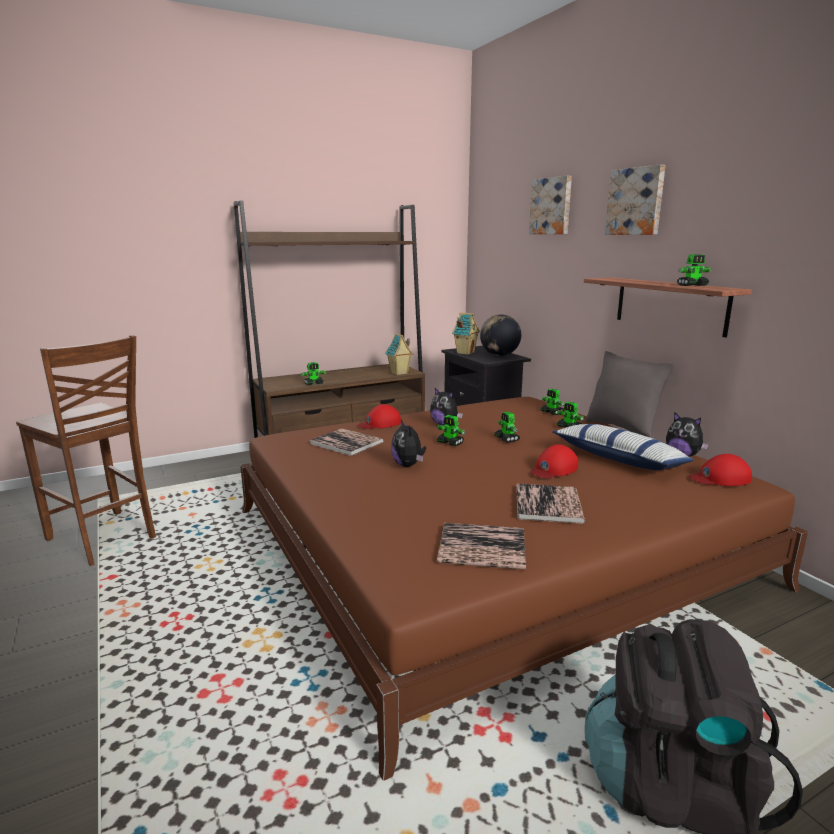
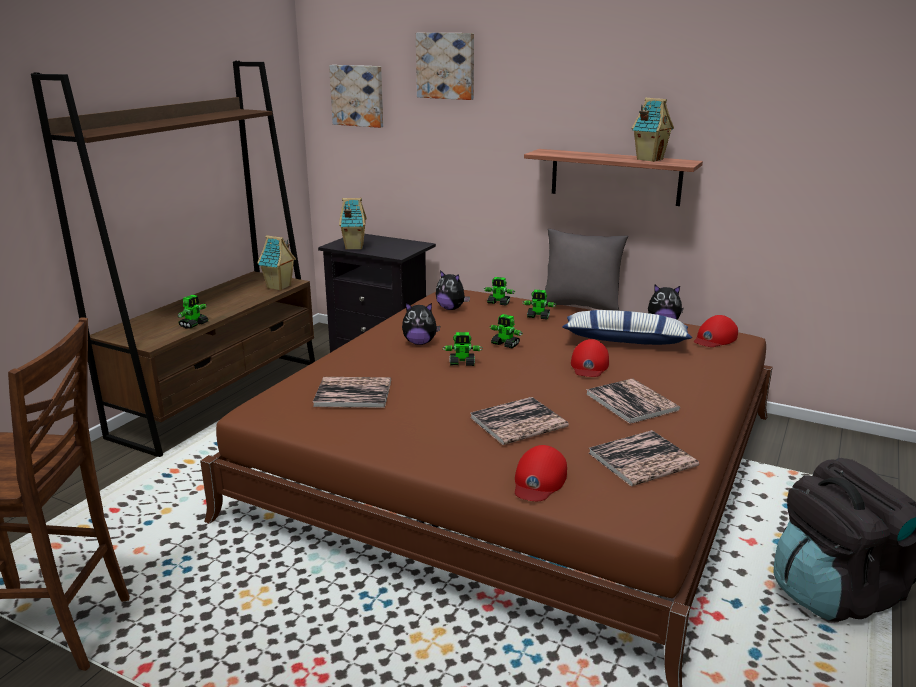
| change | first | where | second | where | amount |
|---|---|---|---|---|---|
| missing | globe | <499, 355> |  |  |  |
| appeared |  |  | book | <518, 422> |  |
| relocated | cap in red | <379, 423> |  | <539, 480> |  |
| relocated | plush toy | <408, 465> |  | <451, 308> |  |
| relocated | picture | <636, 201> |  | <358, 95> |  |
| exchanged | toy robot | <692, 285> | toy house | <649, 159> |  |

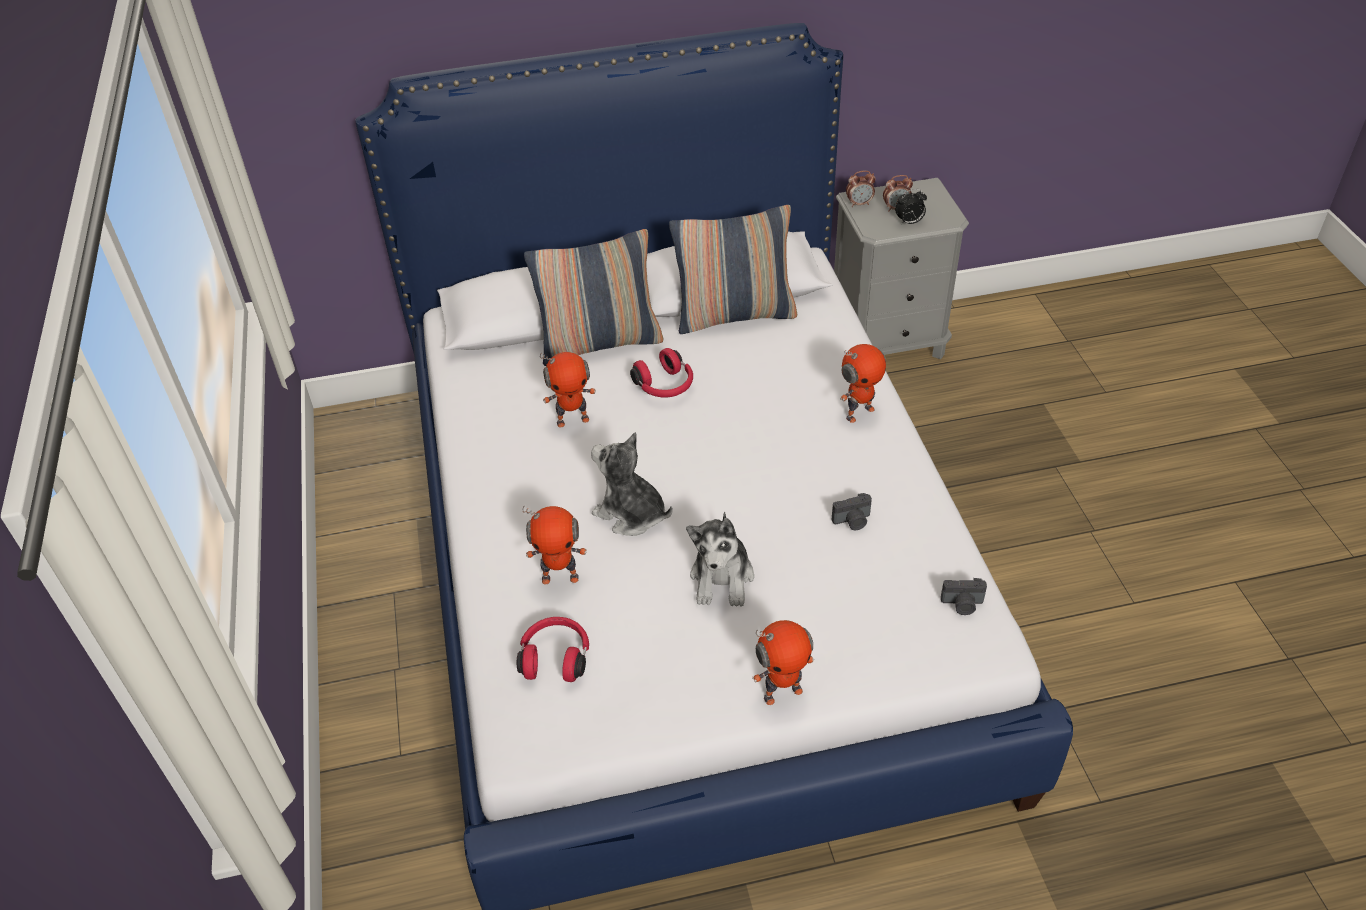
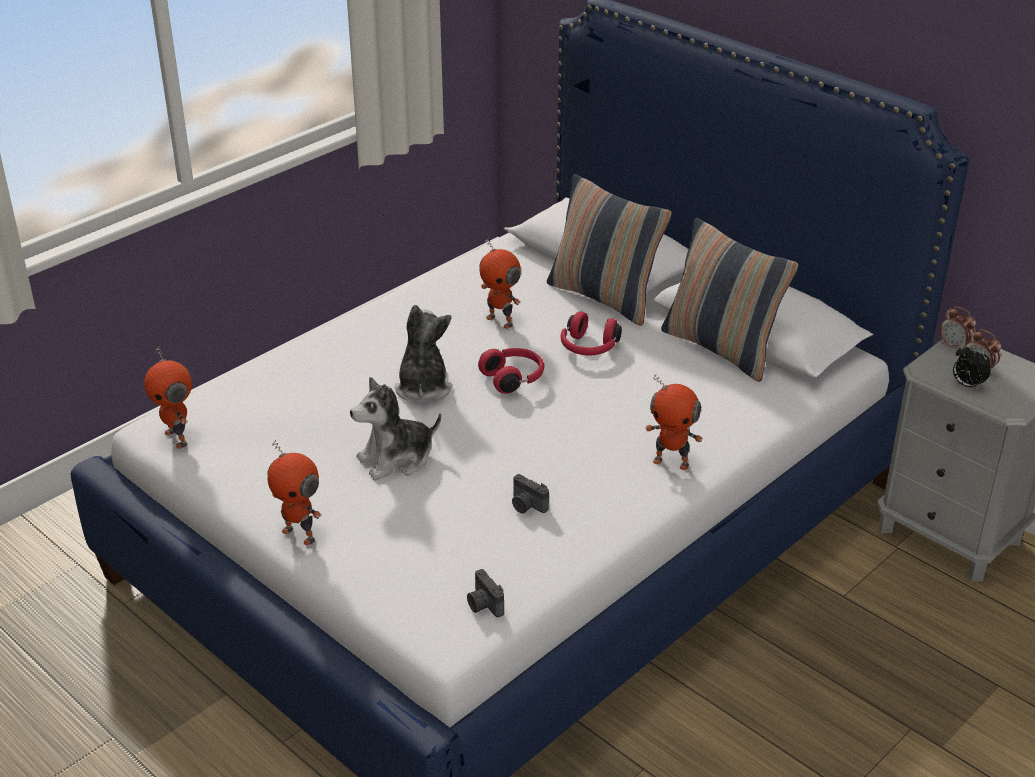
| change | first | where | second | where | amount |
|---|---|---|---|---|---|
| relocated | headphones in red | <555, 657> |  | <514, 378> |  |
| relocated | toy robot | <560, 577> |  | <178, 438> |  |

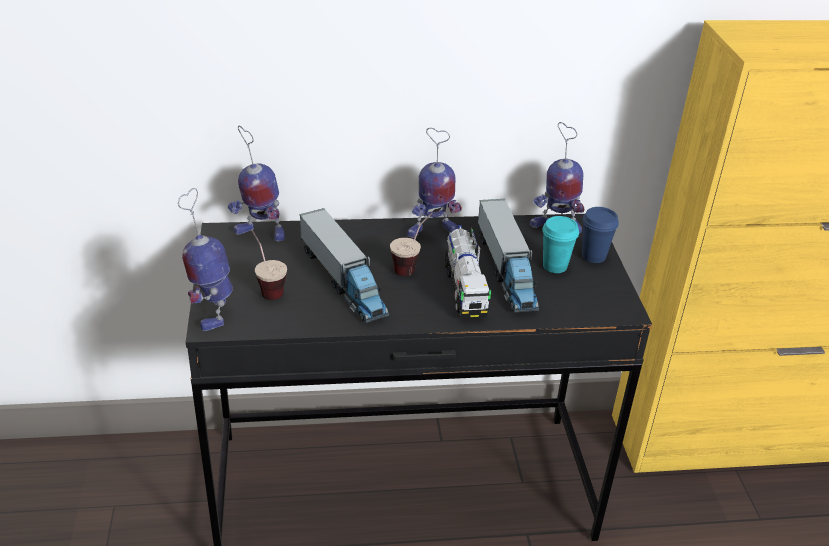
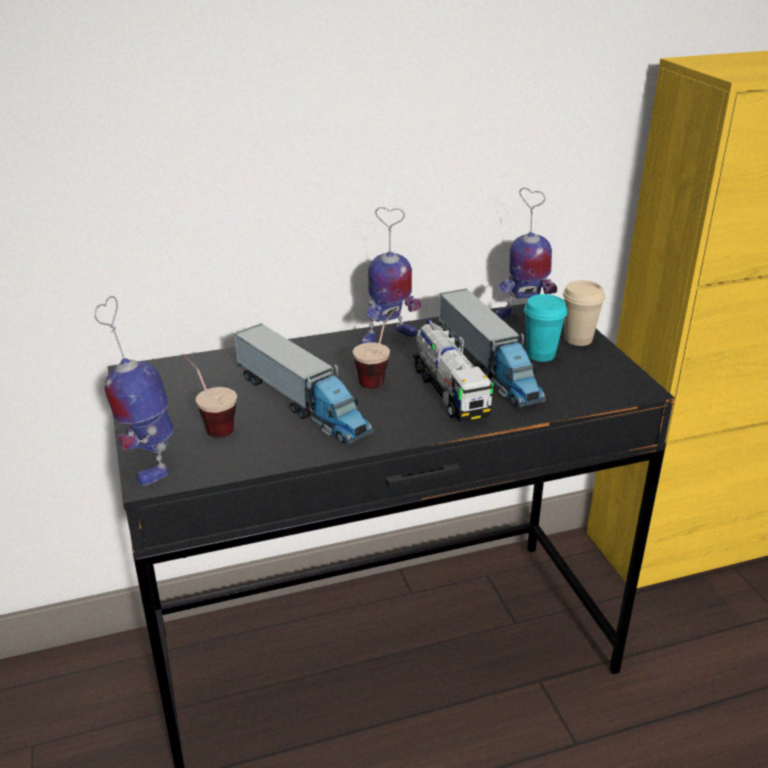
| change | first | where | second | where | amount |
|---|---|---|---|---|---|
| missing | toy robot | <259, 233> |  |  |  |
| colour | cup in blue | <593, 256> | cup in beige | <578, 339> |  |

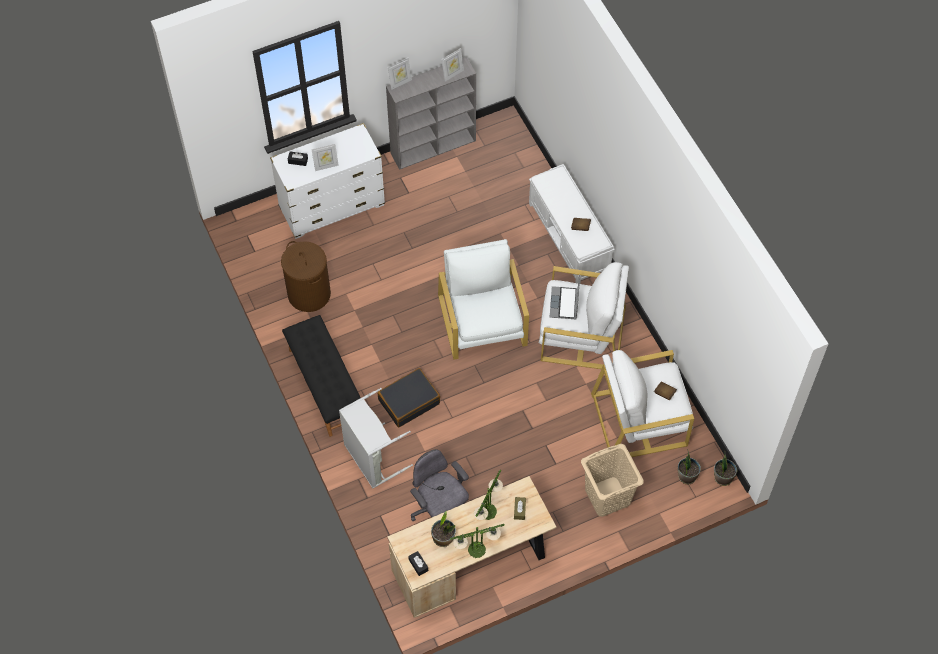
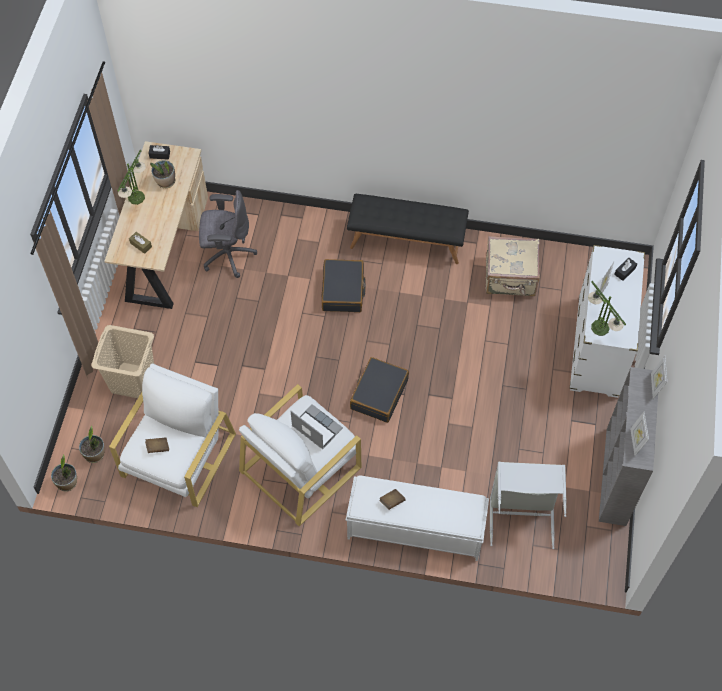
| change | first | where | second | where | amount |
|---|---|---|---|---|---|
| relocated | laundry basket in grey | <371, 459> |  | <521, 515> |  |
| relocated | table lamp | <487, 512> |  | <599, 327> |  |
| exchanged | laundry basket in brown | <309, 294> | suitcase in beige | <510, 278> |  |
| exchanged | armchair in white | <482, 321> | suitcase in black | <378, 394> |  |

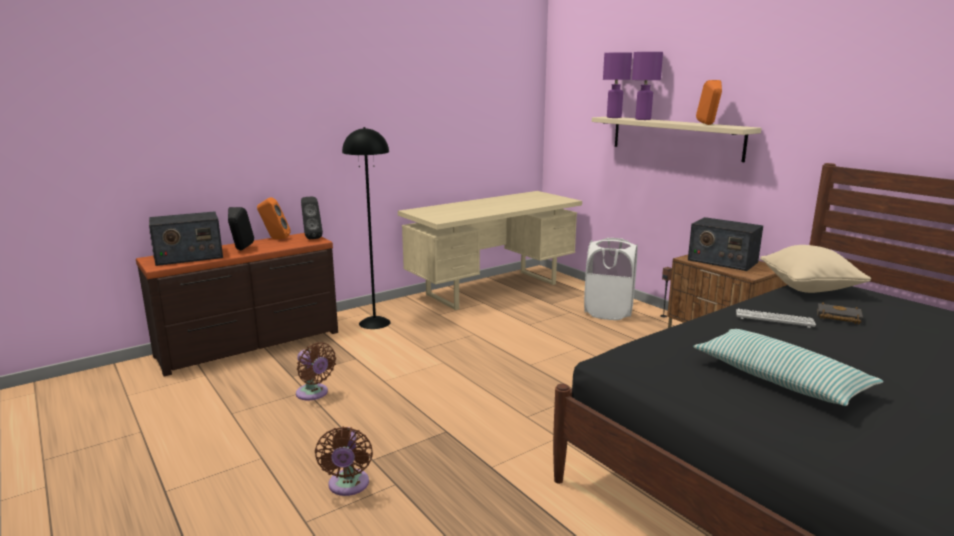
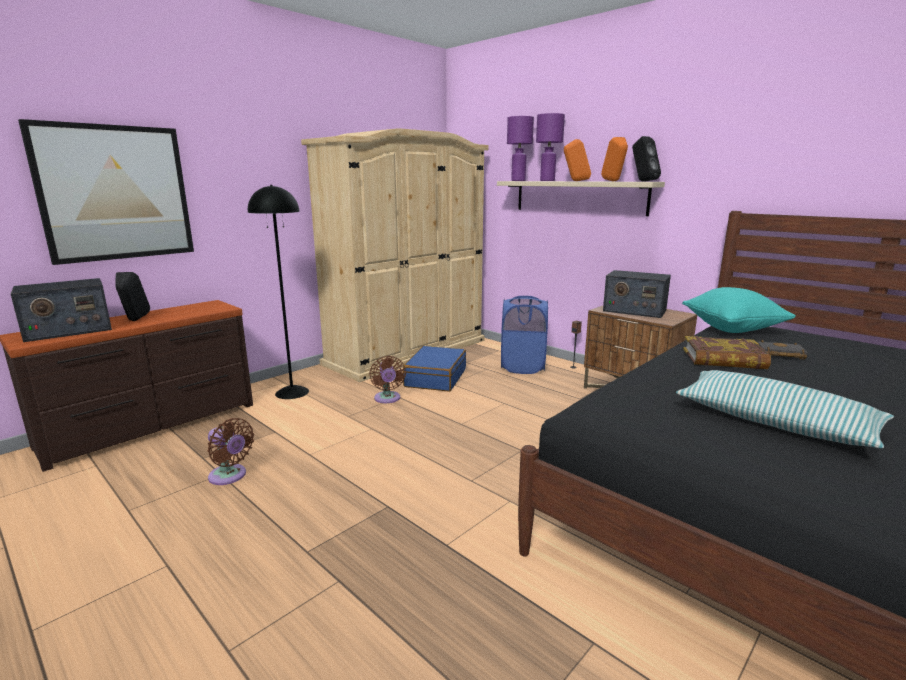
| change | first | where | second | where | amount |
|---|---|---|---|---|---|
| appeared |  |  | picture | <115, 193> |  |
| appeared |  |  | suitcase in blue | <435, 378> |  |
| relocated | speaker in orange | <275, 239> |  | <575, 181> |  |
| relocated | speaker in black | <311, 238> |  | <642, 181> |  |
| relocated | fan in brown | <348, 486> |  | <387, 399> |  |
| exchanged | desk in beige | <492, 289> | wardrobe in beige | <407, 351> |  |
| exchanged | keyboard | <774, 319> | book | <724, 359> |  |
| colour | laundry basket in white | <608, 312> | laundry basket in blue | <522, 367> |  |
| colour | pillow in beige | <809, 288> | pillow in turquoise | <732, 329> |  |

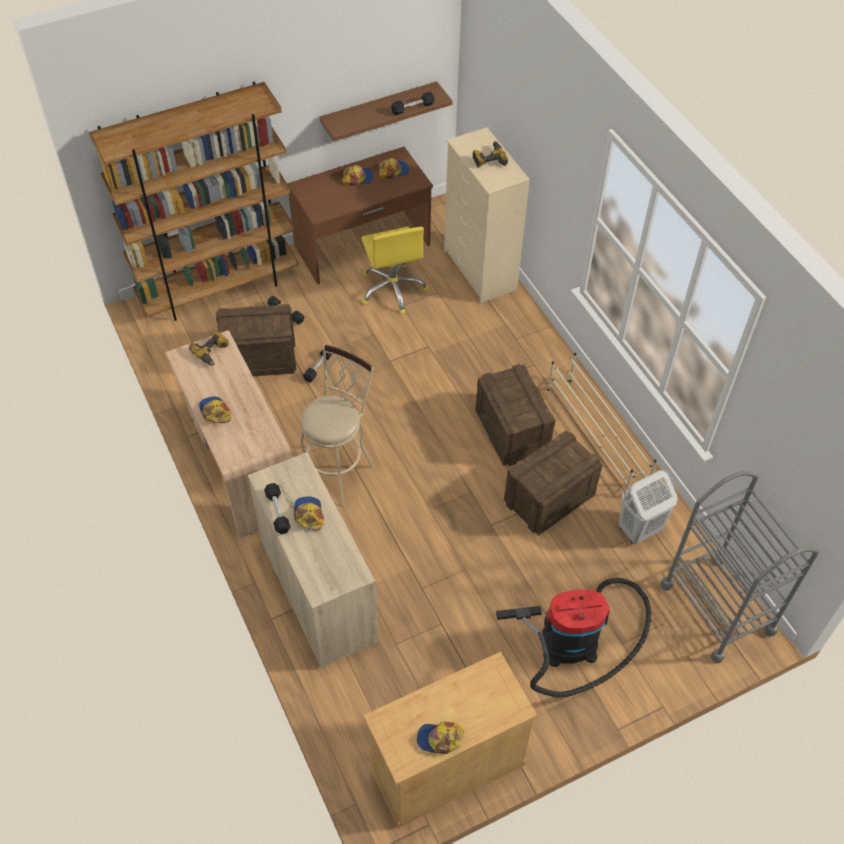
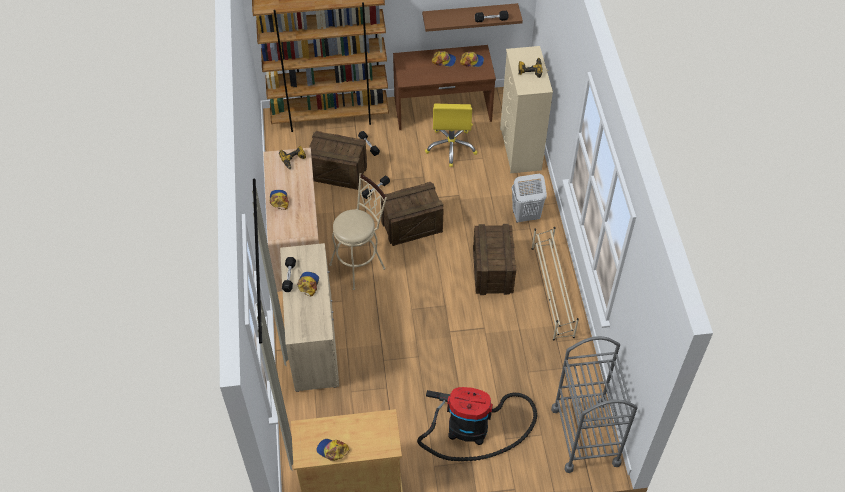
| change | first | where | second | where | amount |
|---|---|---|---|---|---|
| relocated | crate | <549, 498> |  | <411, 226> |  |
| relocated | laundry basket in white | <639, 530> |  | <525, 216> |  |

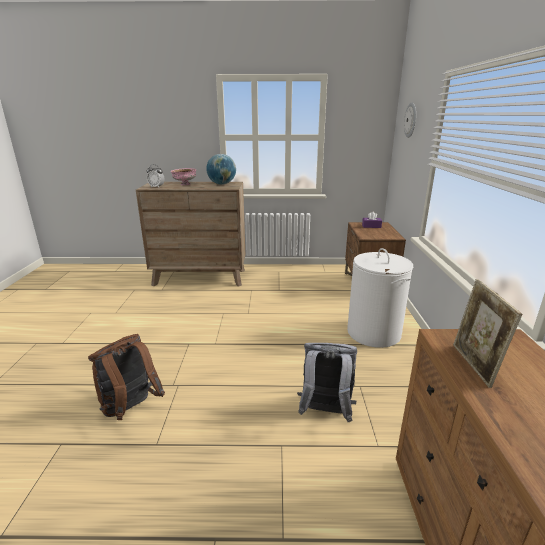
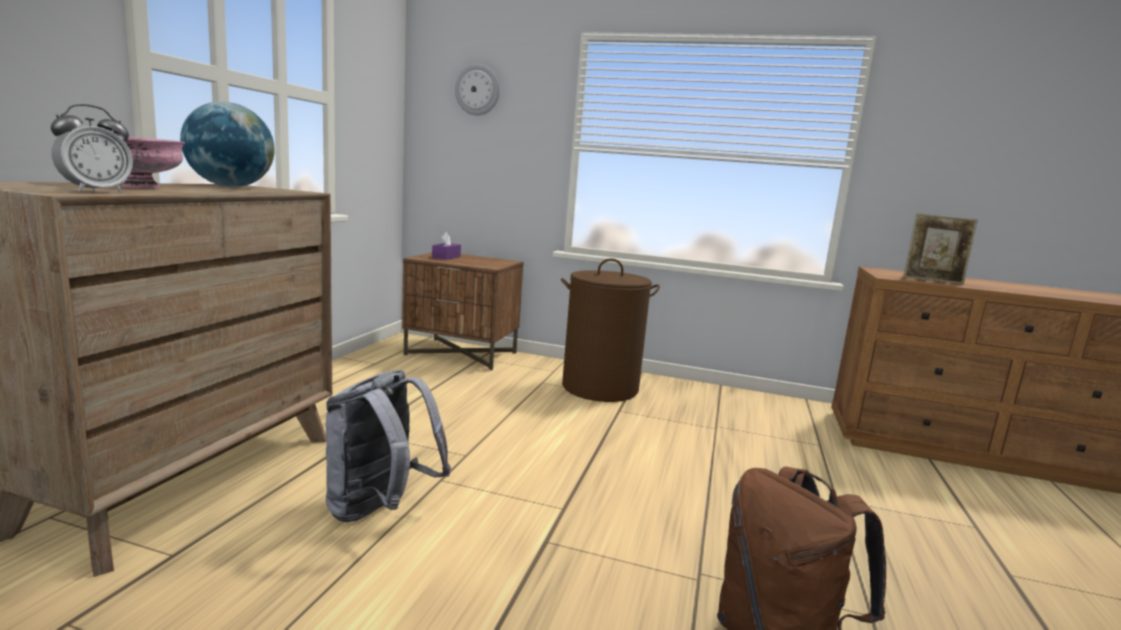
| change | first | where | second | where | amount |
|---|---|---|---|---|---|
| relocated | backpack in grey | <325, 412> |  | <380, 510> |  |
| colour | laundry basket in white | <374, 333> | laundry basket in brown | <600, 388> |  |

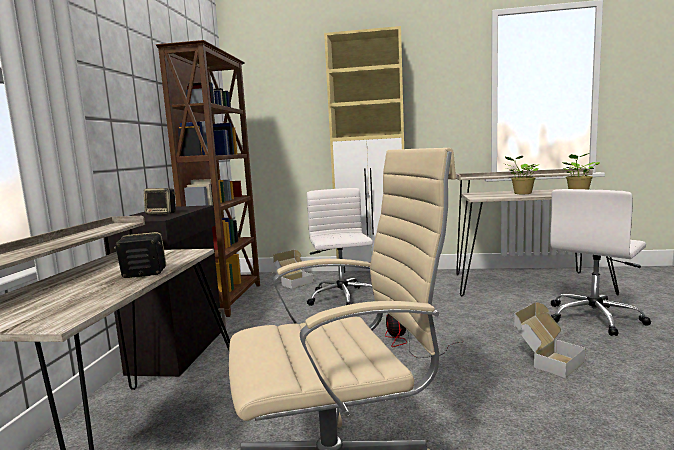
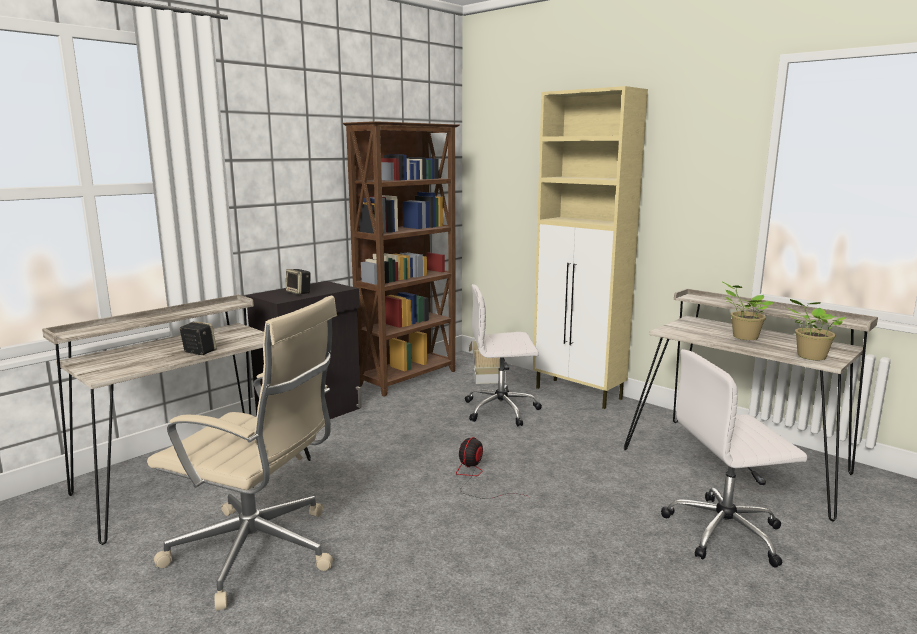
| change | first | where | second | where | amount |
|---|---|---|---|---|---|
| missing | cardboard box | <547, 360> |  |  |  |
| spun | office chair in white | <342, 298> |  | <502, 410> | 120 degrees counterclockwise |

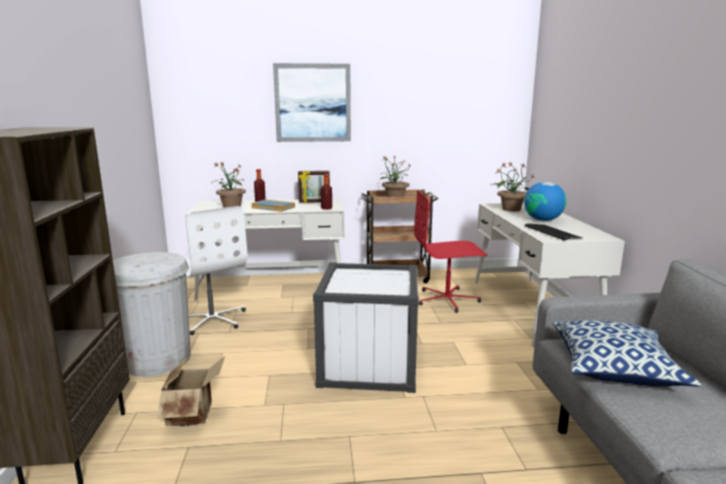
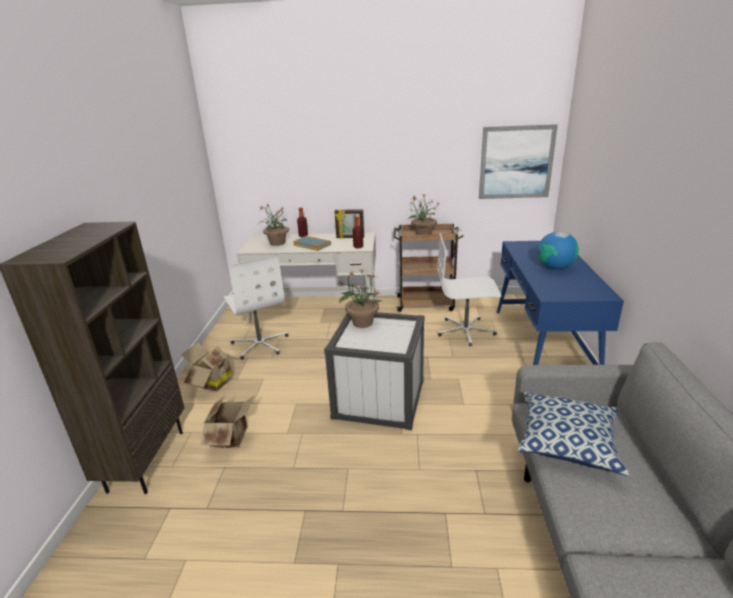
| change | first | where | second | where | amount |
|---|---|---|---|---|---|
| missing | keyboard | <552, 232> |  |  |  |
| relocated | picture | <312, 103> |  | <516, 162> |  |
| relocated | potted plant | <510, 209> |  | <362, 322> |  |
| exchanged | trash can in white | <157, 360> | cardboard box | <212, 383> |  |
| colour | office chair in red | <447, 300> | office chair in white | <466, 331> |  |
| colour | desk in white | <531, 309> | desk in blue | <542, 345> |  |

